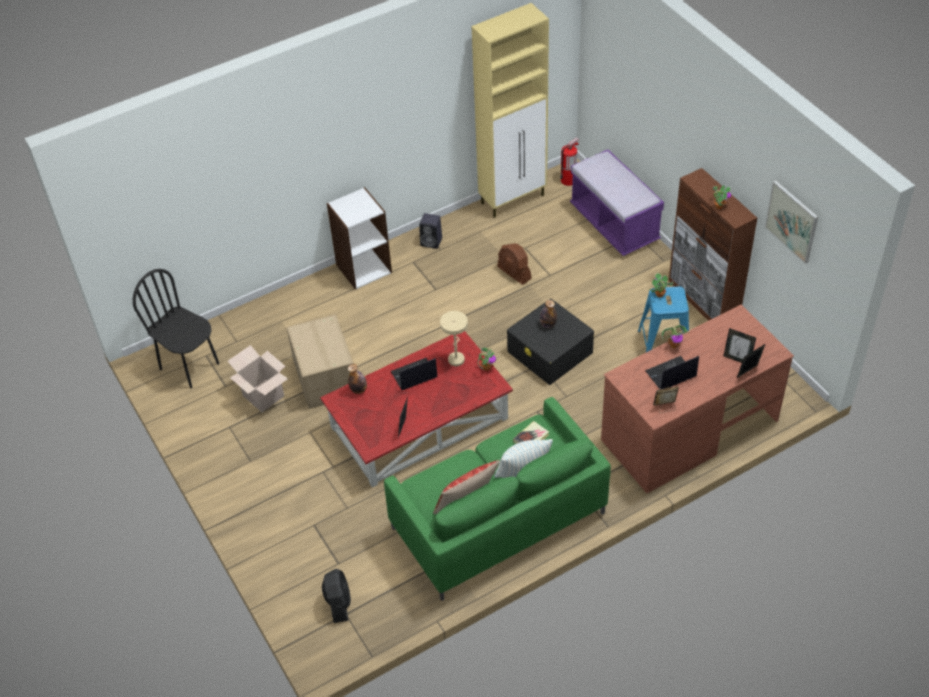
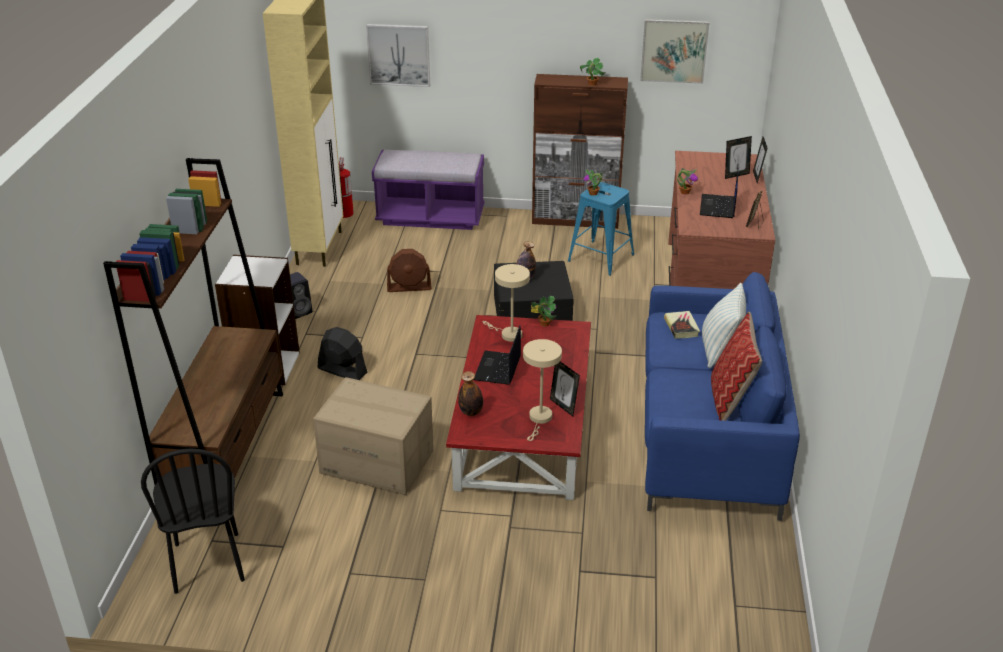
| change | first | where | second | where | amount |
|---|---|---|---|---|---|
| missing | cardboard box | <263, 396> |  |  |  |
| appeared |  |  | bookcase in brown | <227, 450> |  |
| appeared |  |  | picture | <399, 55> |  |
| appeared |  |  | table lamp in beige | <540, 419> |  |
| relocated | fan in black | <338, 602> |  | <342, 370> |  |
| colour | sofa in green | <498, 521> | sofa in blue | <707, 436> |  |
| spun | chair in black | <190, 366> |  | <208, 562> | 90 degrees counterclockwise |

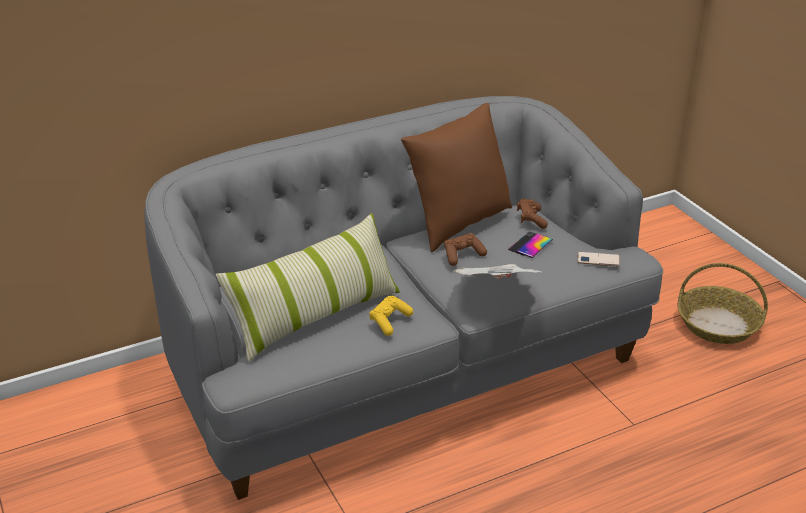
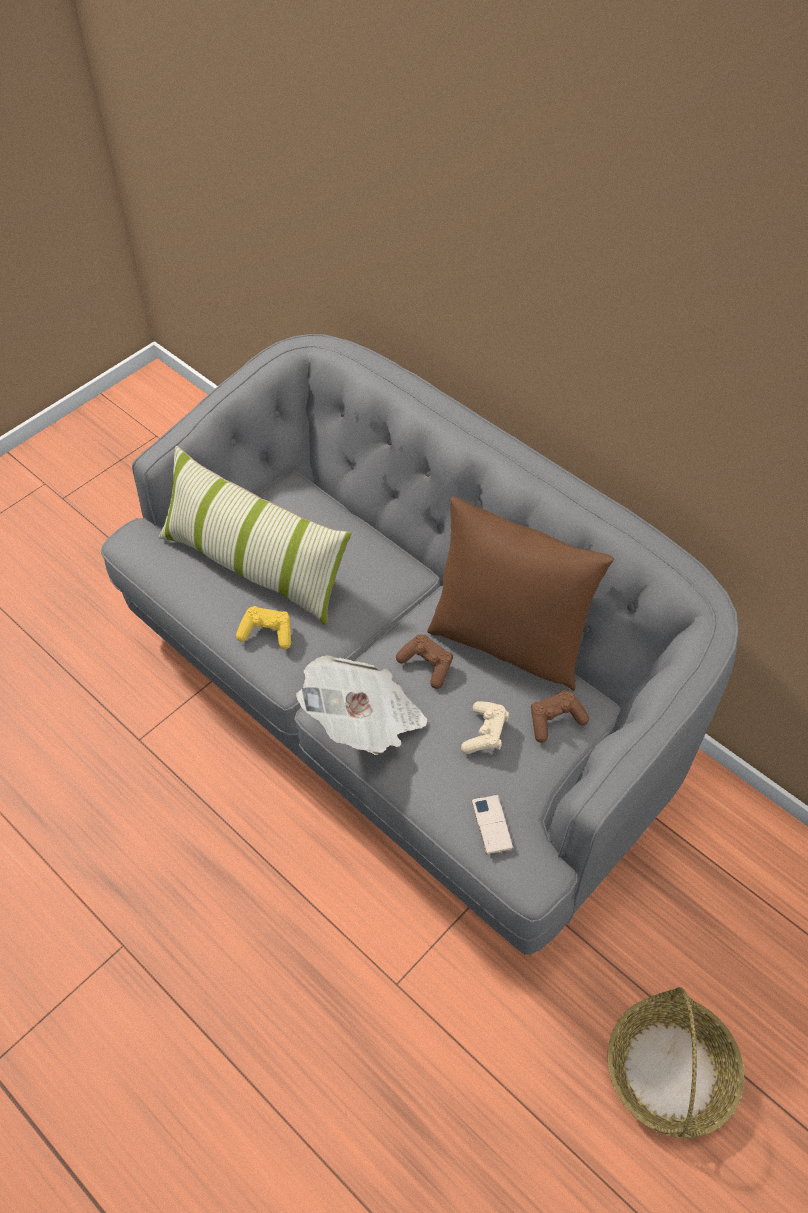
| change | first | where | second | where | amount |
|---|---|---|---|---|---|
| exchanged | phone | <530, 245> | game controller in beige | <485, 733> |  |

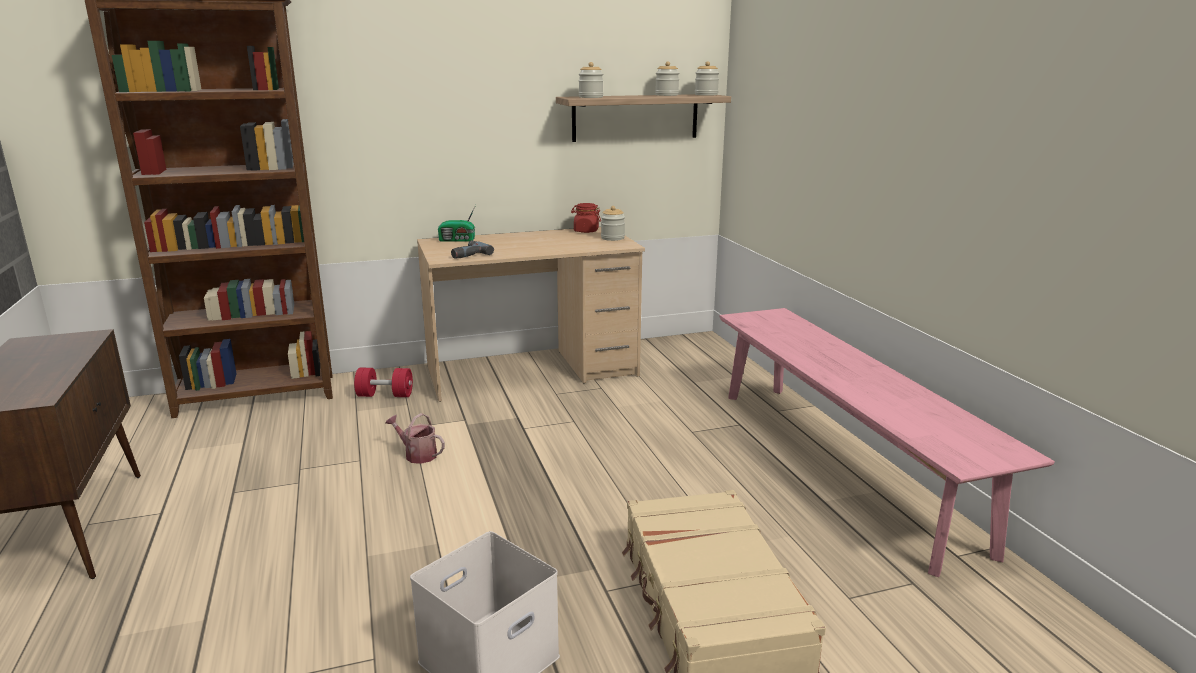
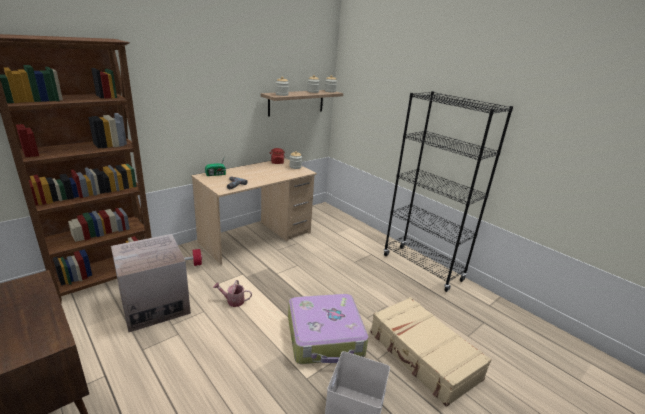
| change | first | where | second | where | amount |
|---|---|---|---|---|---|
| appeared |  |  | cardboard box | <155, 305> |  |
| appeared |  |  | suitcase | <325, 337> |  |
| exchanged | bench in pink | <840, 463> | bookcase in black | <422, 268> |  |

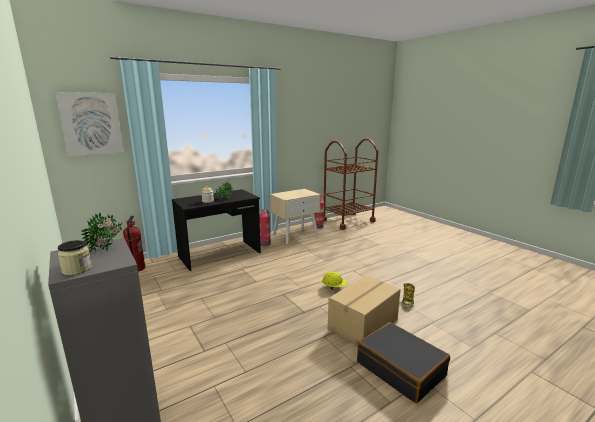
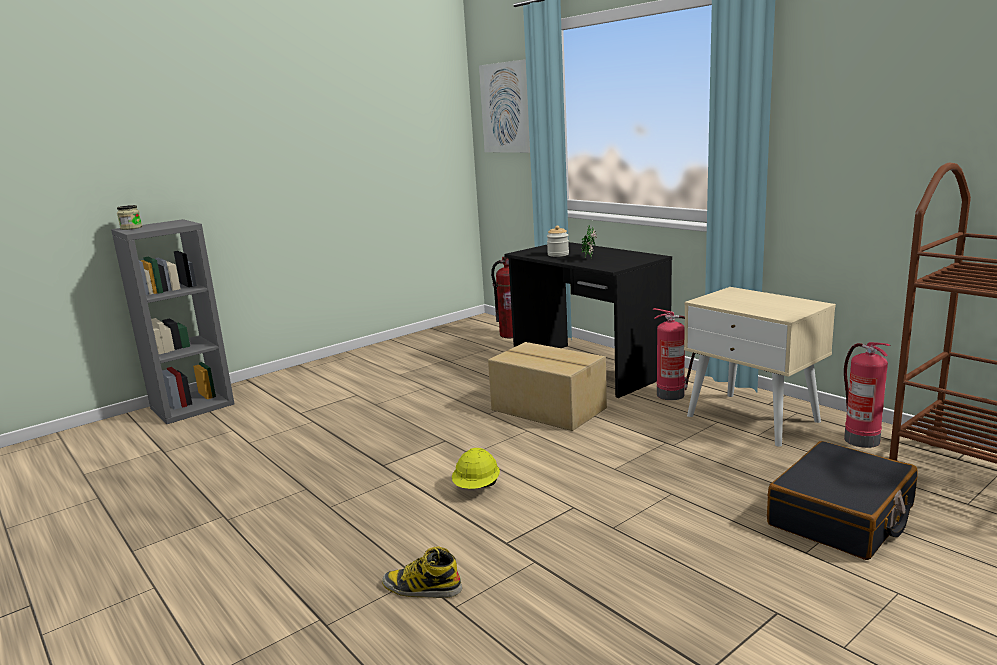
| change | first | where | second | where | amount |
|---|---|---|---|---|---|
| missing | potted plant | <108, 248> |  |  |  |
| relocated | cardboard box | <364, 324> |  | <548, 410> |  |
| relocated | suitcase in black | <401, 369> |  | <841, 516> |  |

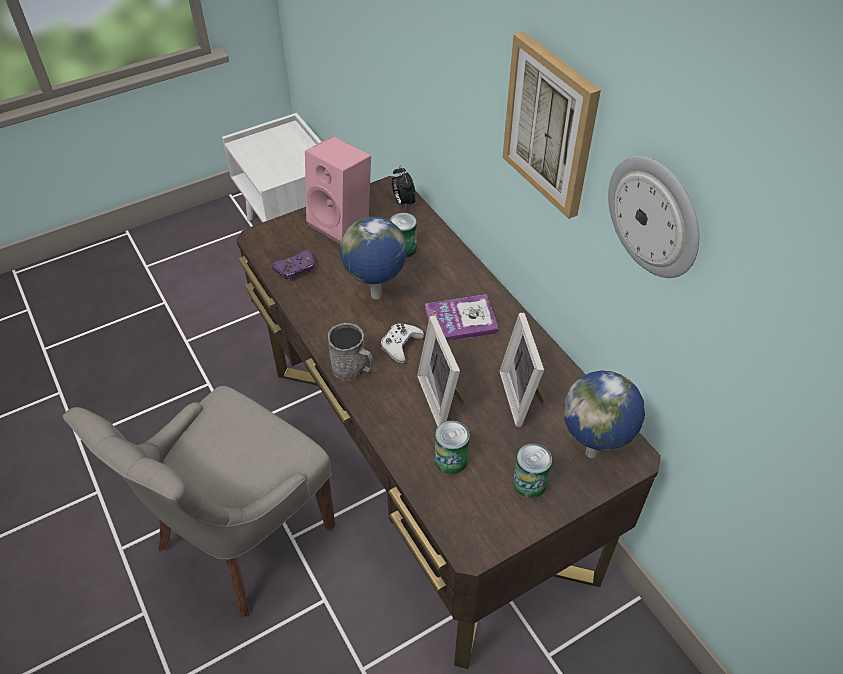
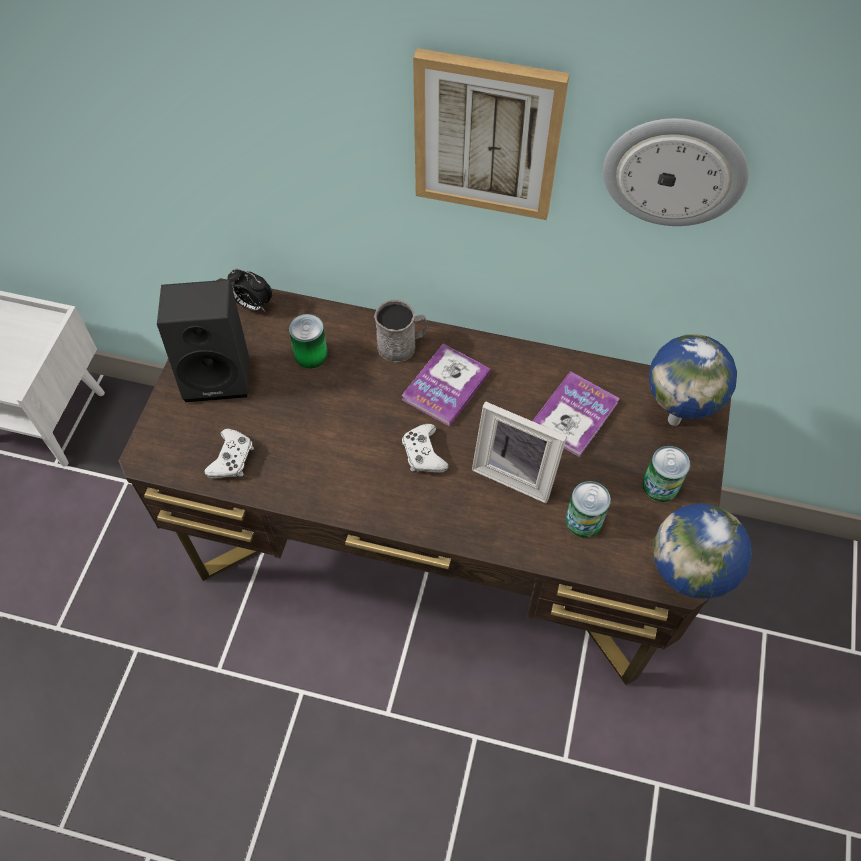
| change | first | where | second | where | amount |
|---|---|---|---|---|---|
| missing | chair in grey | <241, 538> |  |  |  |
| relocated | mug in grey | <353, 369> |  | <402, 345> |  |
| relocated | globe | <377, 296> |  | <682, 585> |  |
| exchanged | picture frame | <523, 396> | book | <574, 415> |  |
| colour | game controller in purple | <296, 269> | game controller in white | <231, 459> |  |
| colour | speaker in pink | <343, 223> | speaker in black | <219, 373> |  |

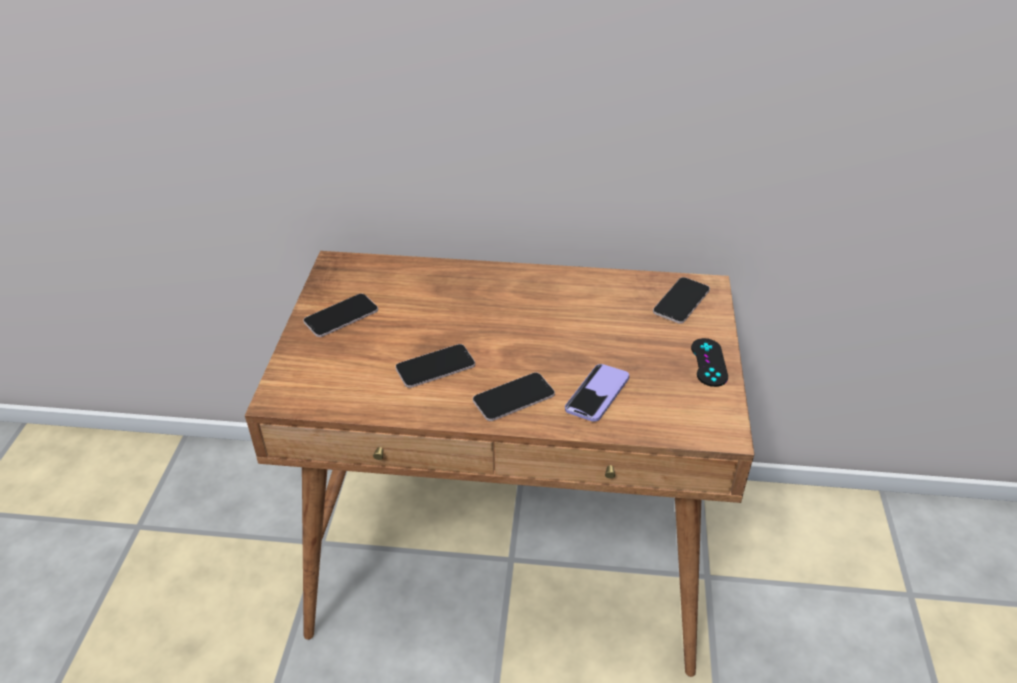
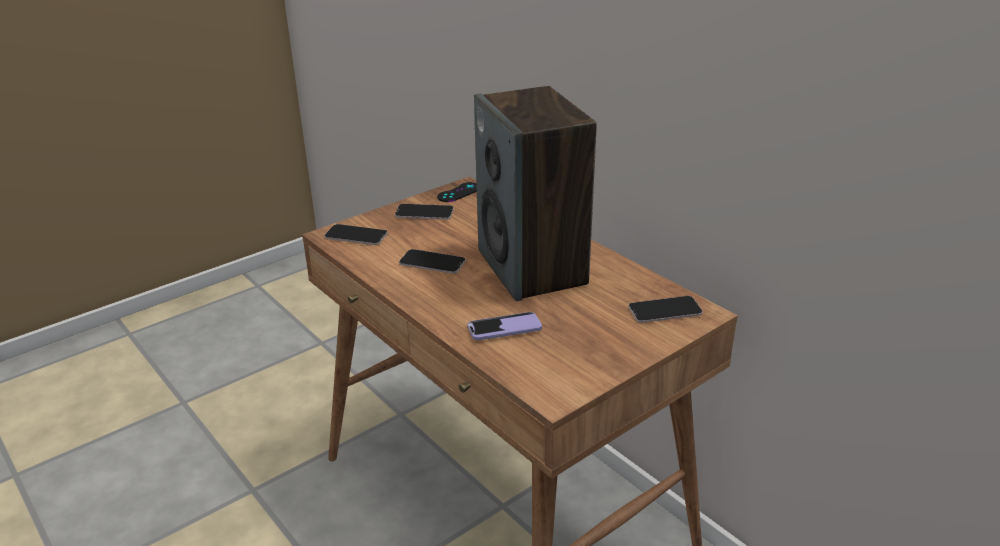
| change | first | where | second | where | amount |
|---|---|---|---|---|---|
| appeared |  |  | speaker | <533, 268> |  |
| relocated | phone | <513, 397> |  | <356, 236> |  |
| relocated | game controller in black | <709, 362> |  | <459, 192> |  |

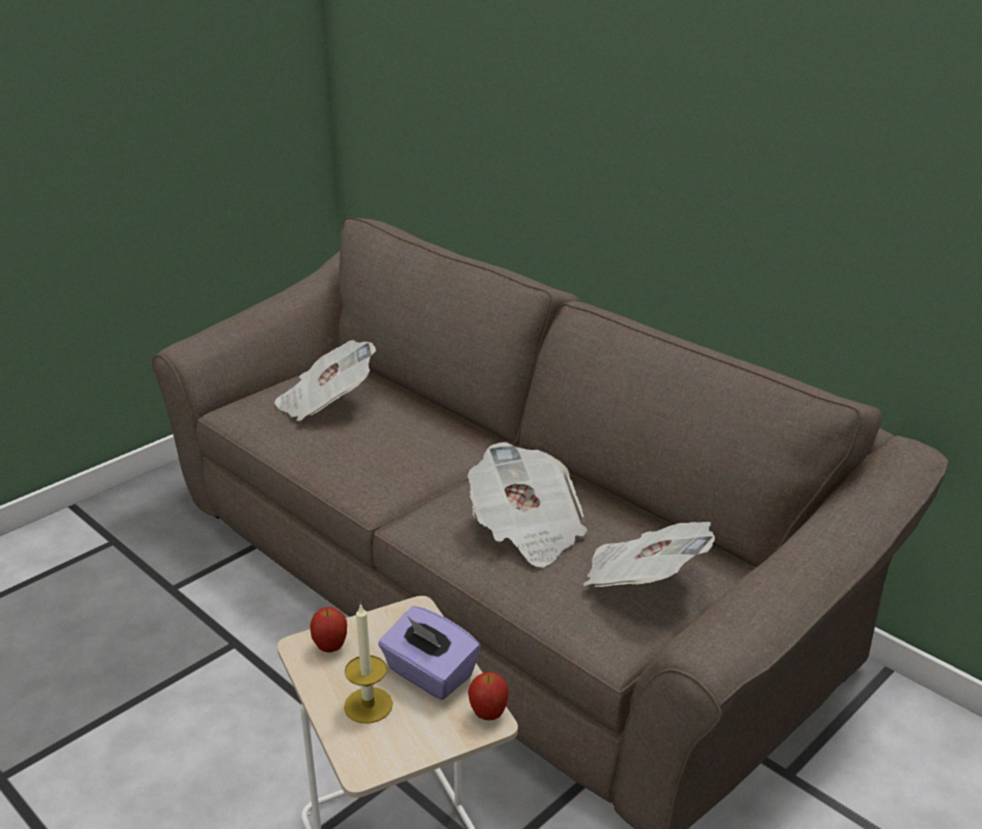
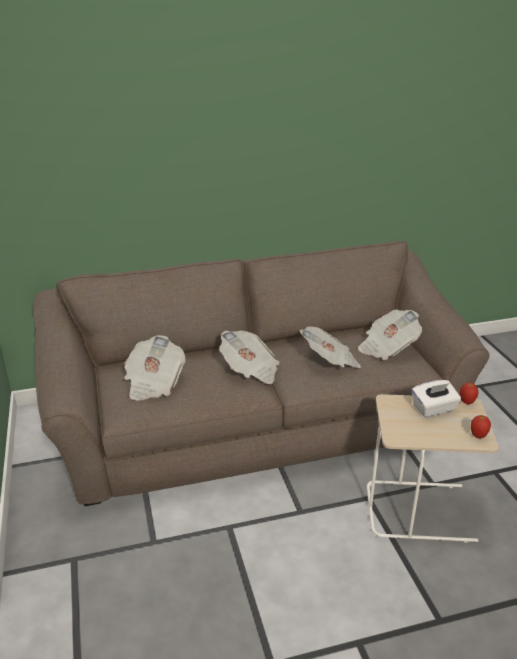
| change | first | where | second | where | amount |
|---|---|---|---|---|---|
| missing | candle | <368, 705> |  |  |  |
| appeared |  |  | newspaper | <250, 370> |  |
| relocated | apple | <330, 647> |  | <478, 436> |  |
| colour | tissue box in purple | <429, 674> | tissue box in white | <434, 409> |  |

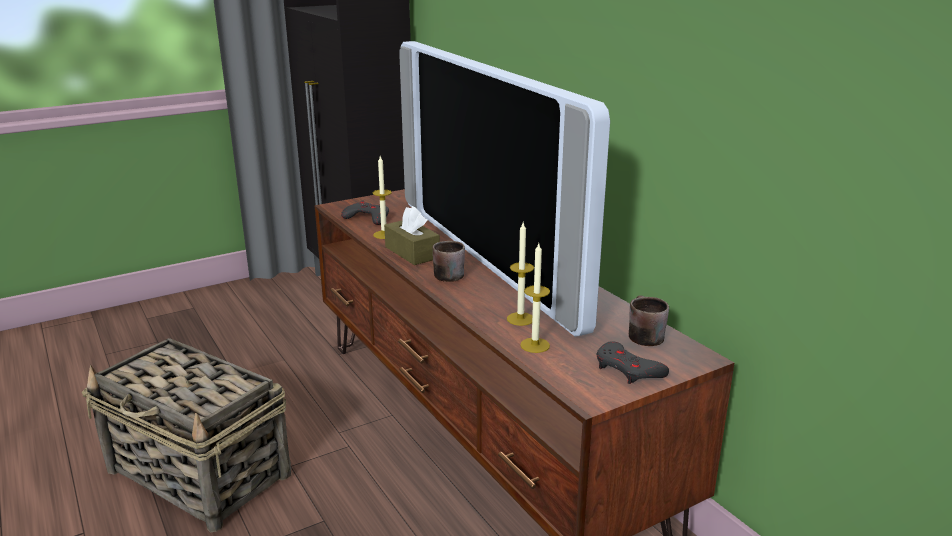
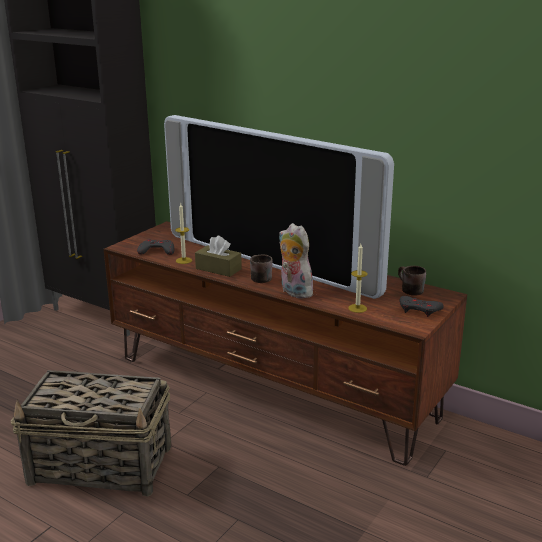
| change | first | where | second | where | amount |
|---|---|---|---|---|---|
| missing | candle | <520, 319> |  |  |  |
| appeared |  |  | plush toy | <293, 292> |  |

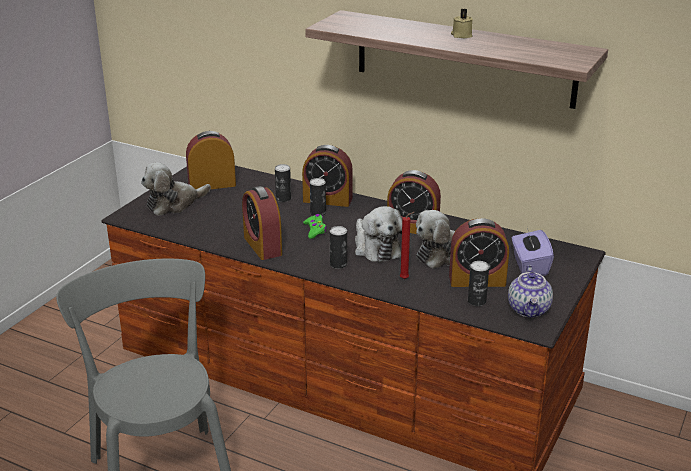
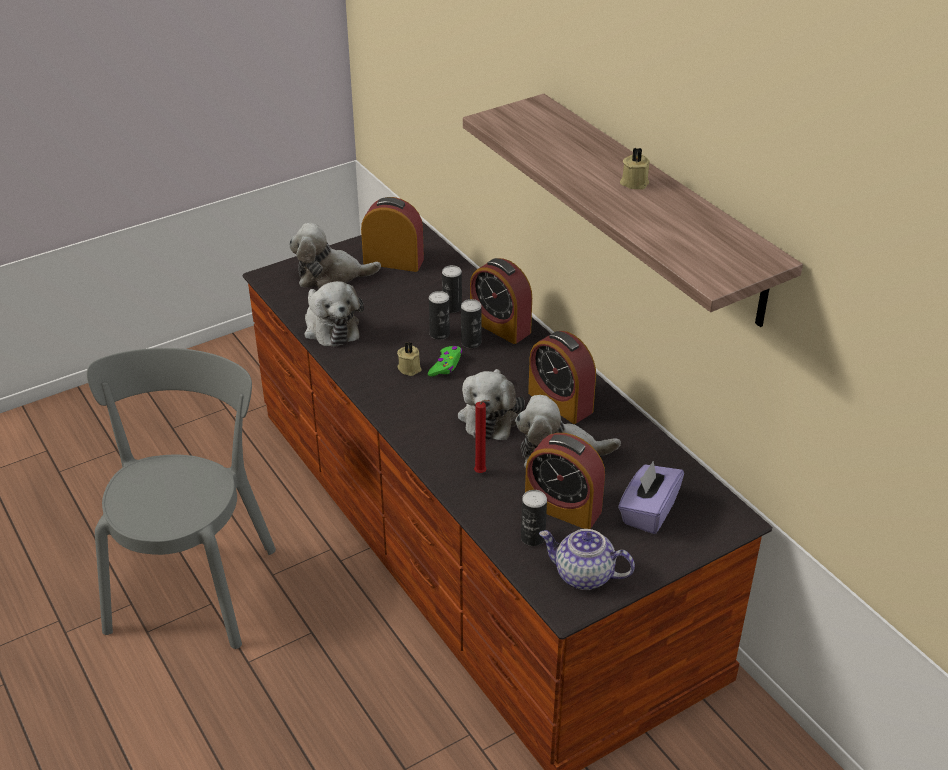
| change | first | where | second | where | amount |
|---|---|---|---|---|---|
| missing | alarm clock | <262, 246> |  |  |  |
| appeared |  |  | plush toy | <330, 327> |  |
| appeared |  |  | candle in beige | <410, 368> |  |
| relocated | can | <338, 264> |  | <439, 334> |  |
| spun | teapot | <529, 310> |  | <583, 575> | 75 degrees clockwise |

